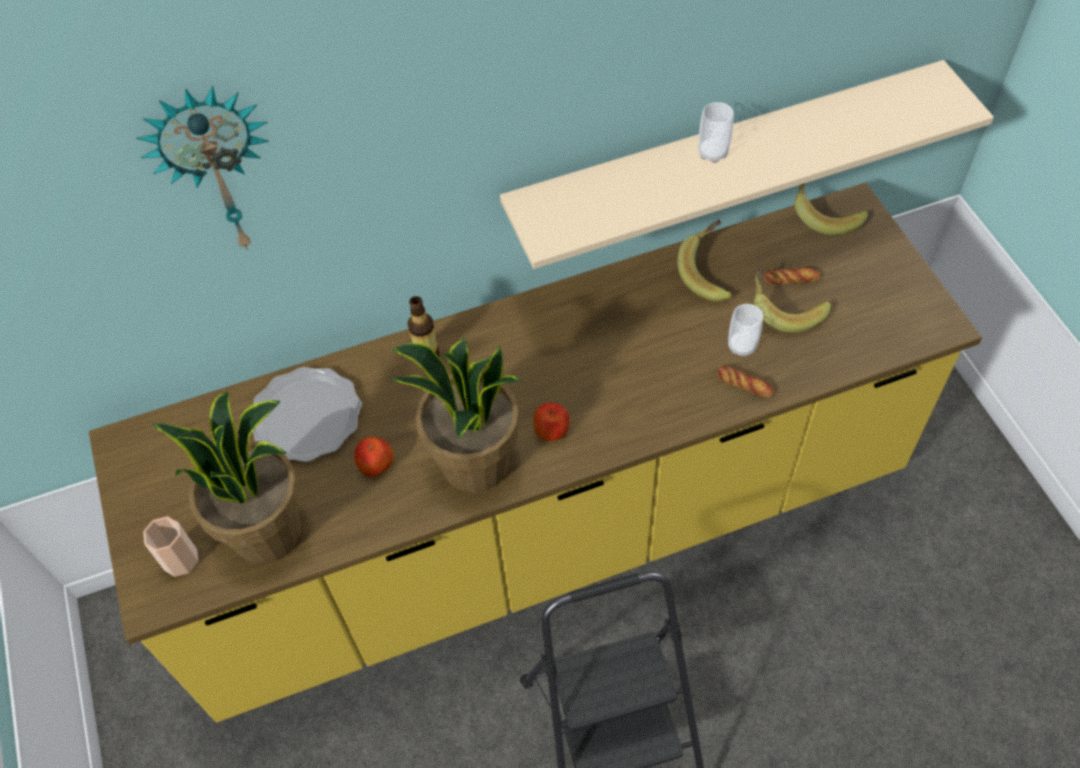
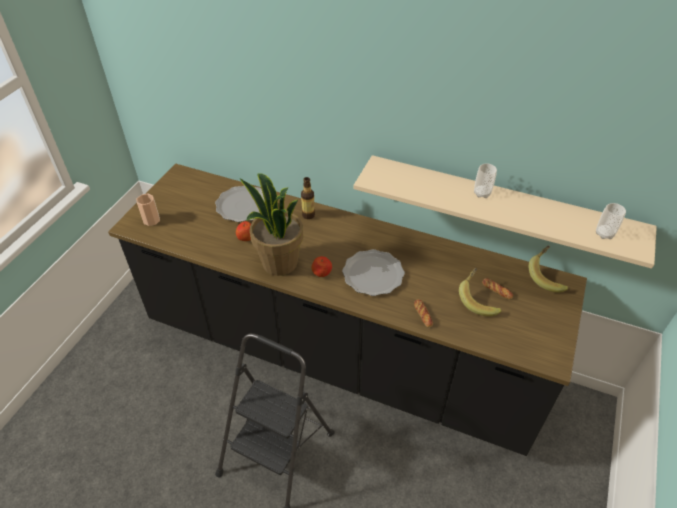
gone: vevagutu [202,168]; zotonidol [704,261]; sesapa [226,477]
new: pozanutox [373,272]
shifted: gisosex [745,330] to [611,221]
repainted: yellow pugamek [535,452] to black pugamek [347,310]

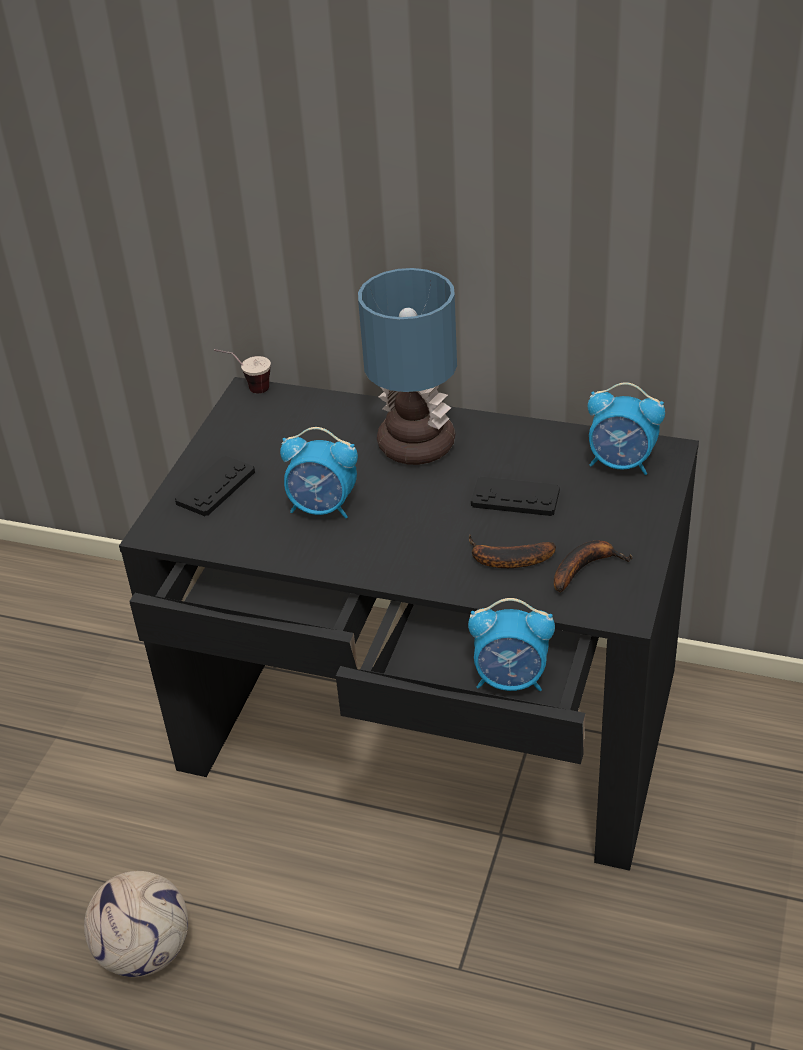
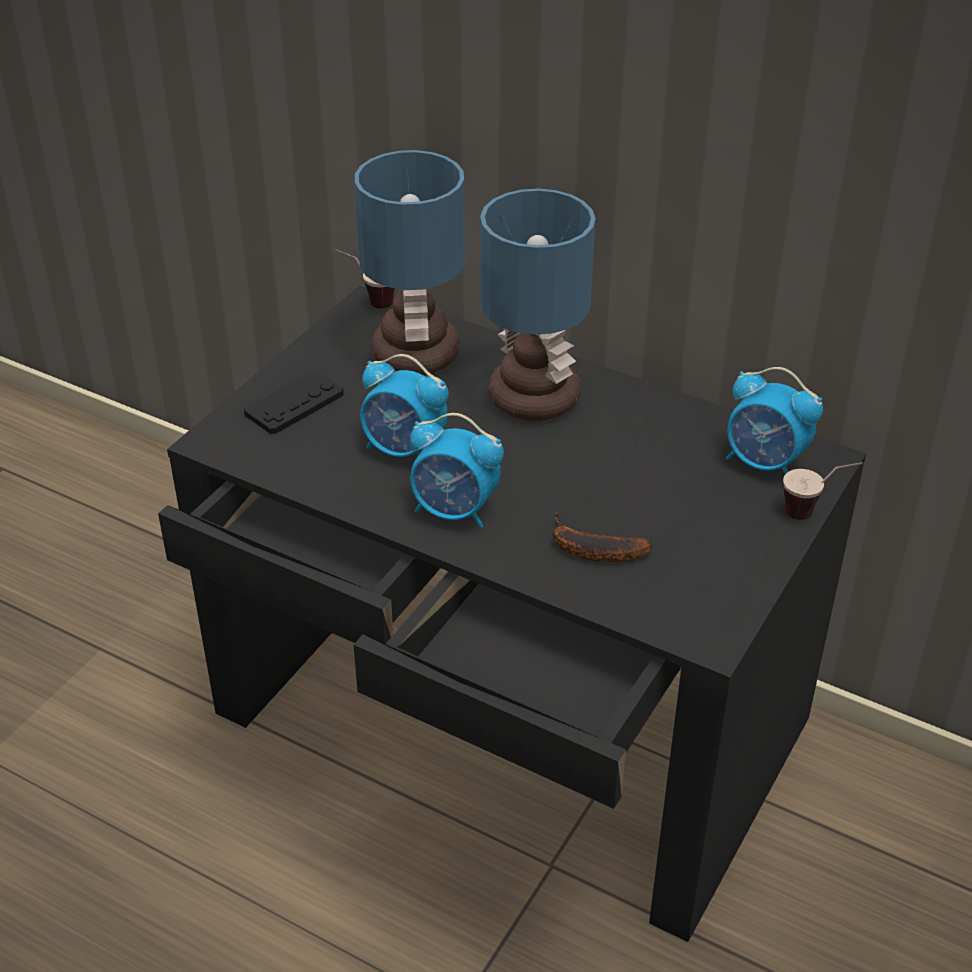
gone: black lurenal [515,496]; zotonidol [593,566]; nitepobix [136,924]
new: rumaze [410,262]; gisosex [823,491]
shifted: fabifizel [511,644] to [457,470]

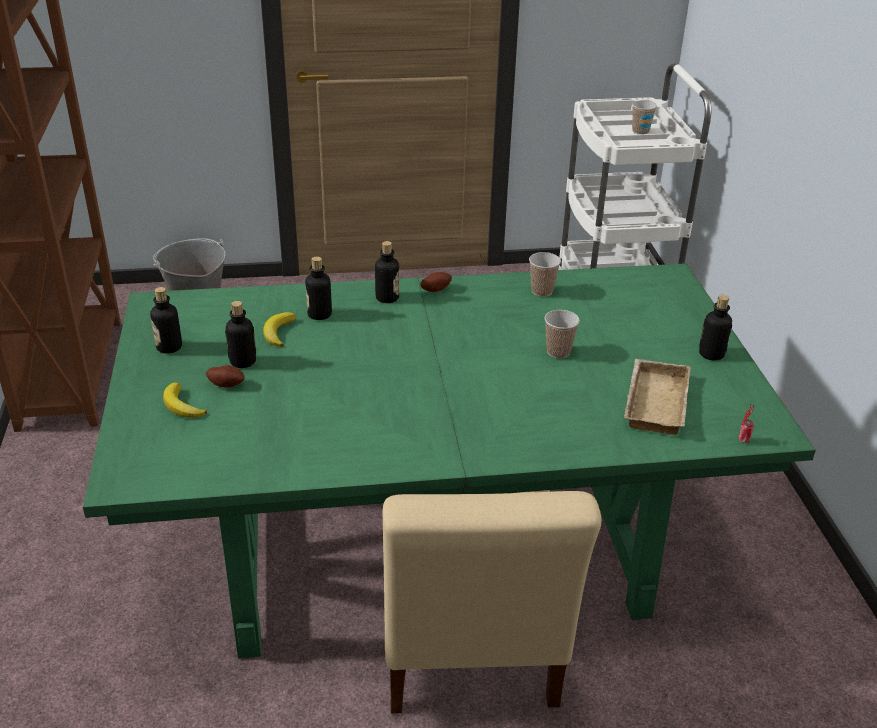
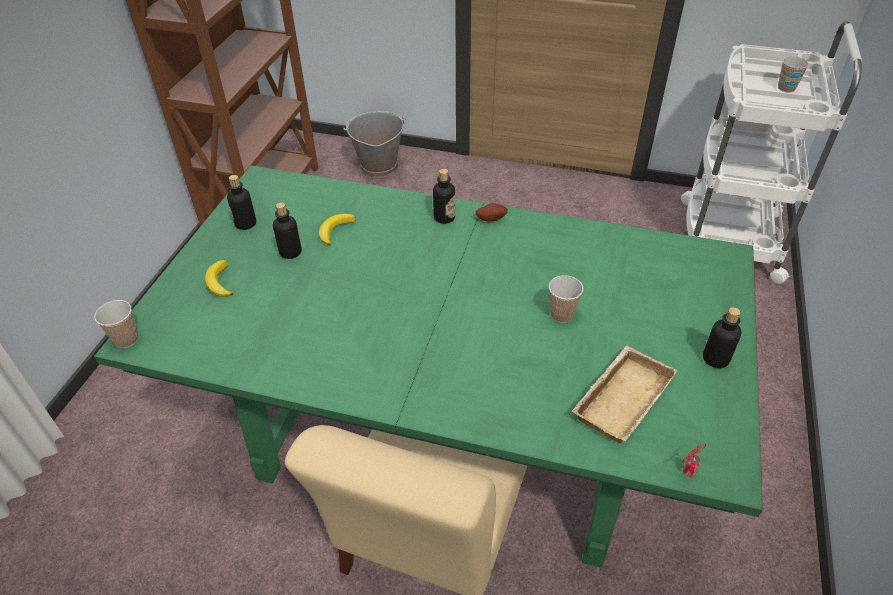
gone: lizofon [318,288]; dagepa [225,376]
shifted: gisosex [545,274] to [116,324]

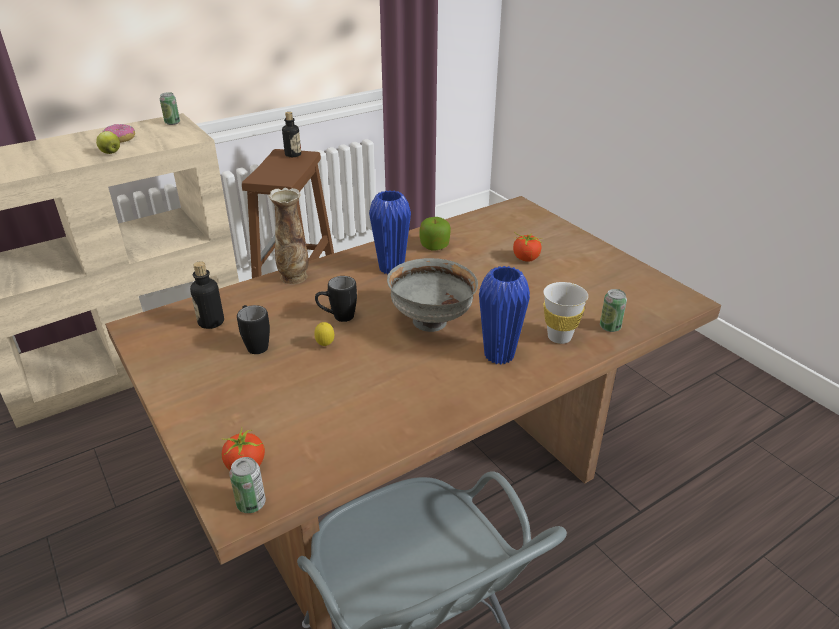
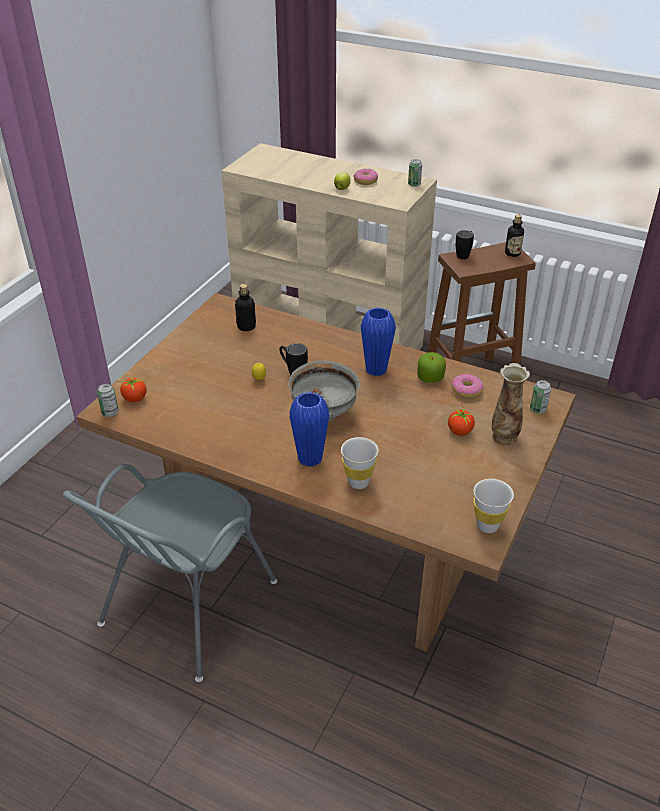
new: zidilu [468,386]; white gisosex [493,506]
shifted: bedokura [289,236] to [511,404]; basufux [613,310] to [540,397]; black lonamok [253,329] to [464,244]

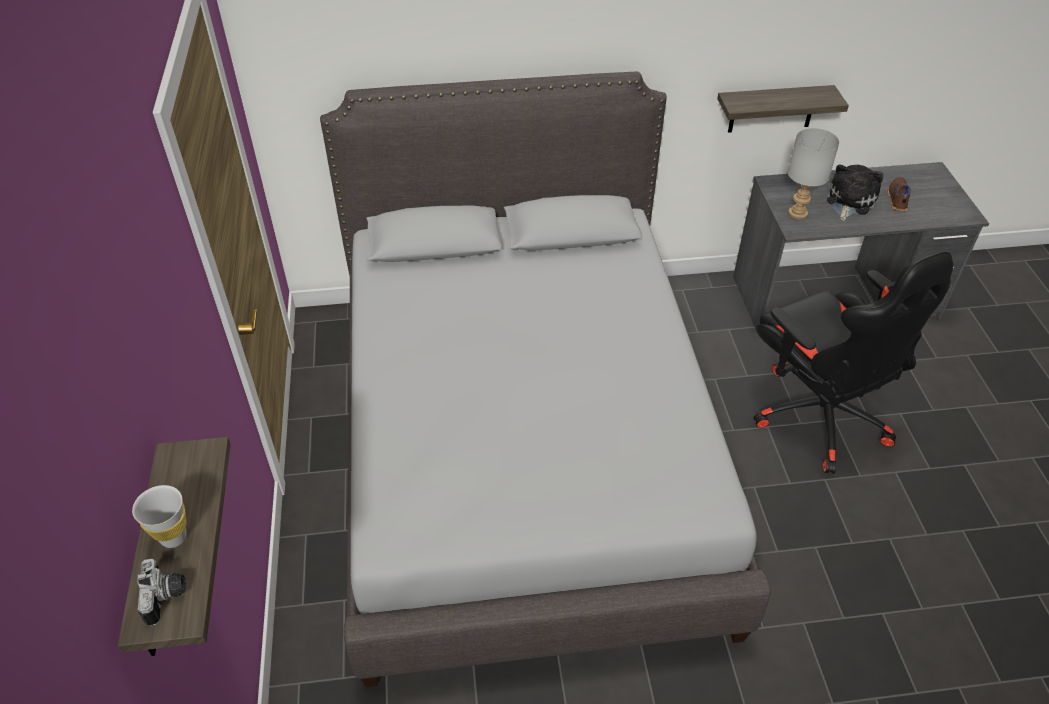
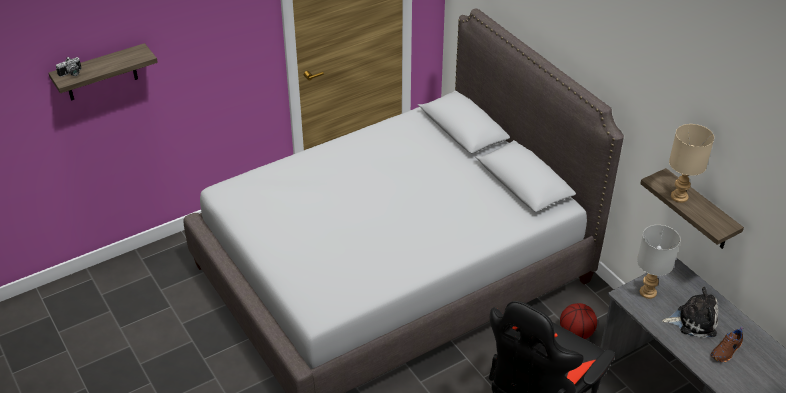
gone: white gisosex [159,516]
new: beige rumaze [691,163]; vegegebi [578,321]
rotated: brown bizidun [899,194] = [727,344] 150 degrees clockwise

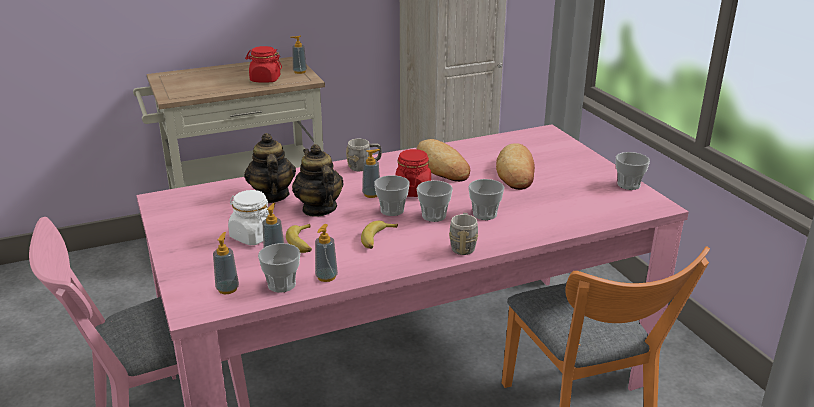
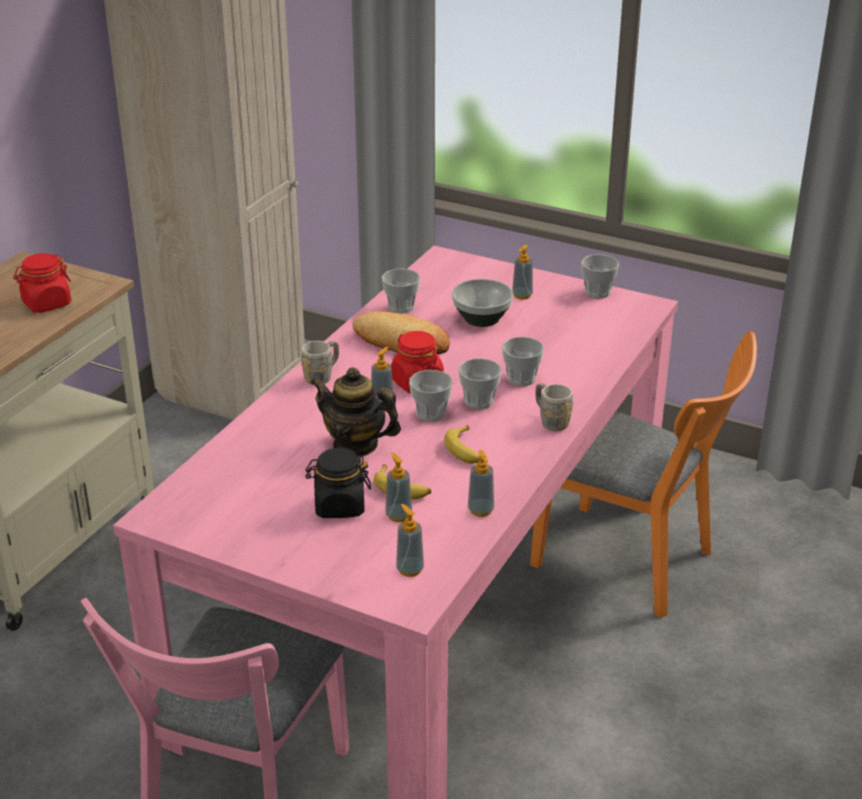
gone: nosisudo [270,168]
shifted: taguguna [298,55] to [522,272]; gisosex [279,268] to [401,291]
swapped: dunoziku [515,166] to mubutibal [482,303]
repainted: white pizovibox [249,217] to black pizovibox [338,483]

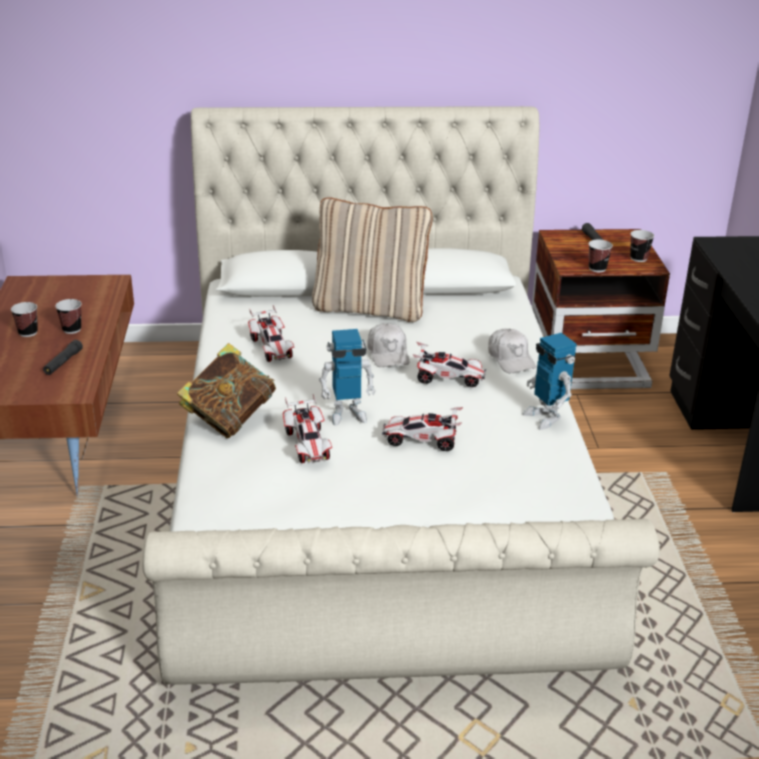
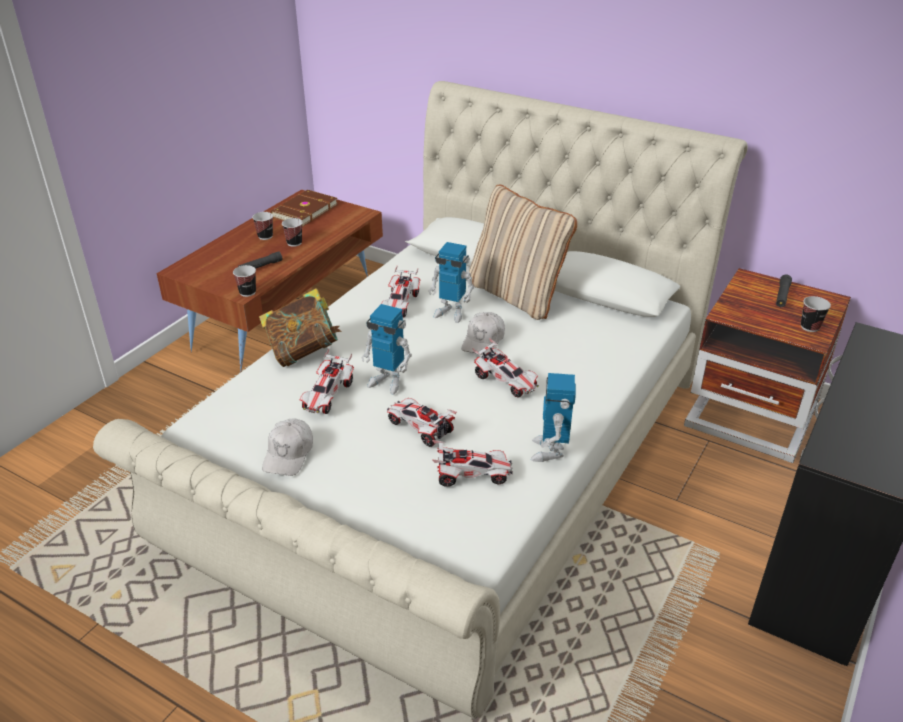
new: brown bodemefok [304,208]; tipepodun [451,282]; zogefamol [472,463]
shifted: gisosex [600,256] to [244,281]; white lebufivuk [512,351] to [287,447]

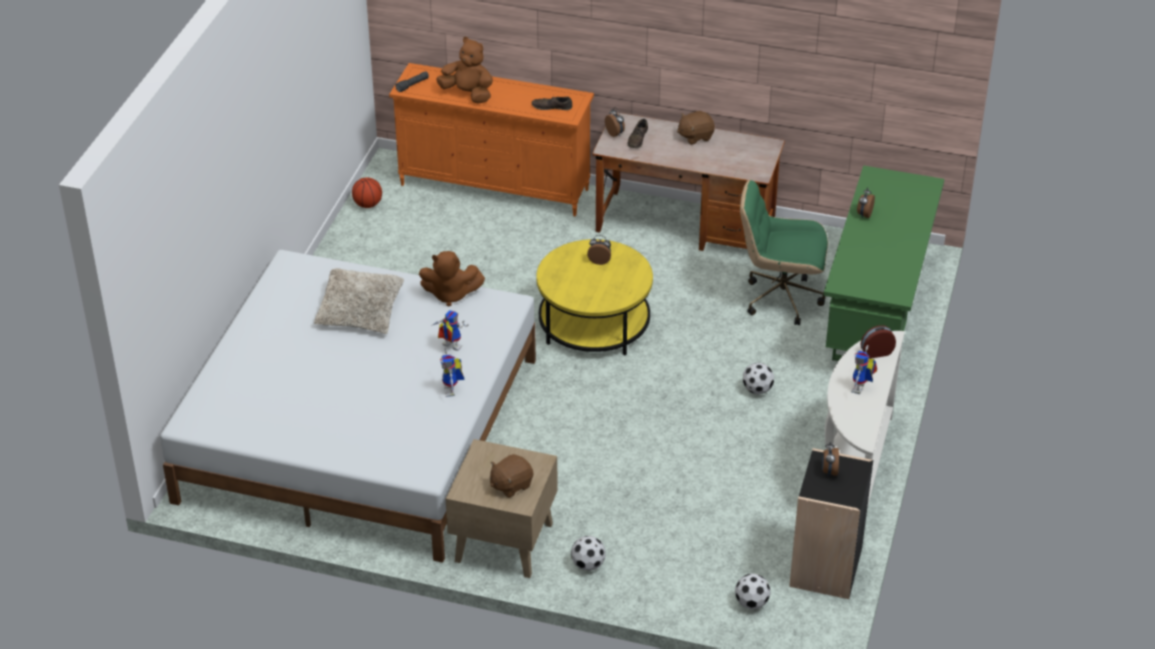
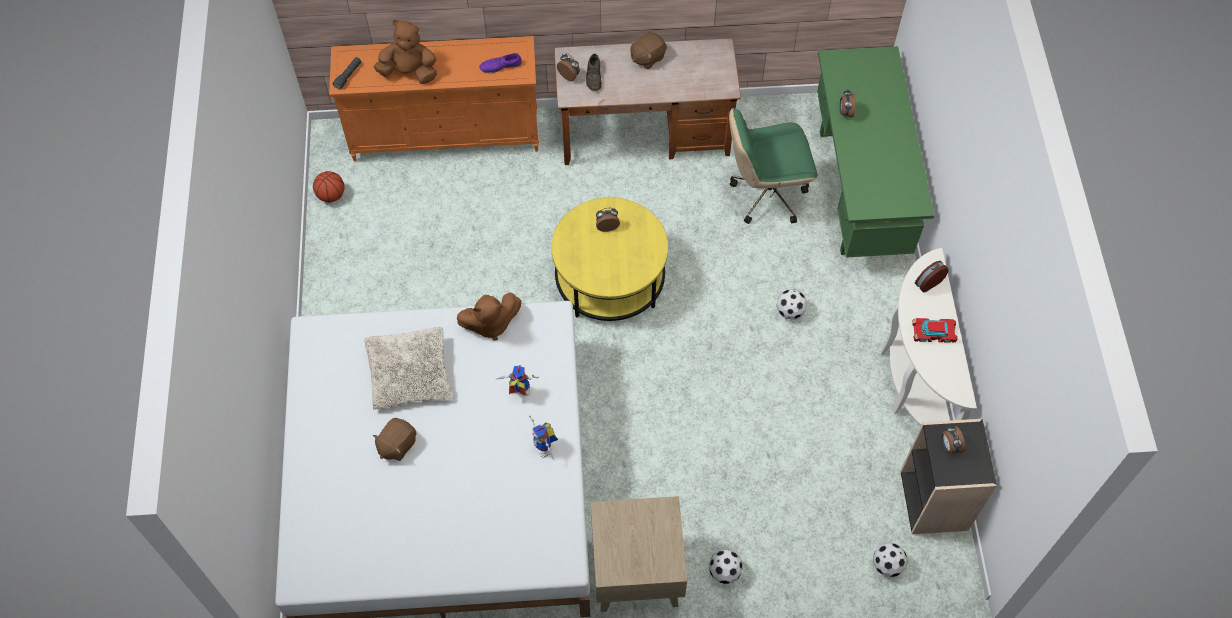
shifted: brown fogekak [511,476] to [394,439]
swapped: tipepodun [864,369] to zogefamol [935,330]
repainted: brown bizidun [552,103] to purple bizidun [500,63]

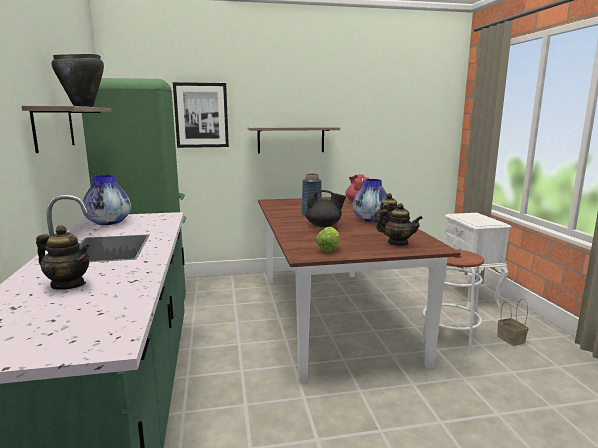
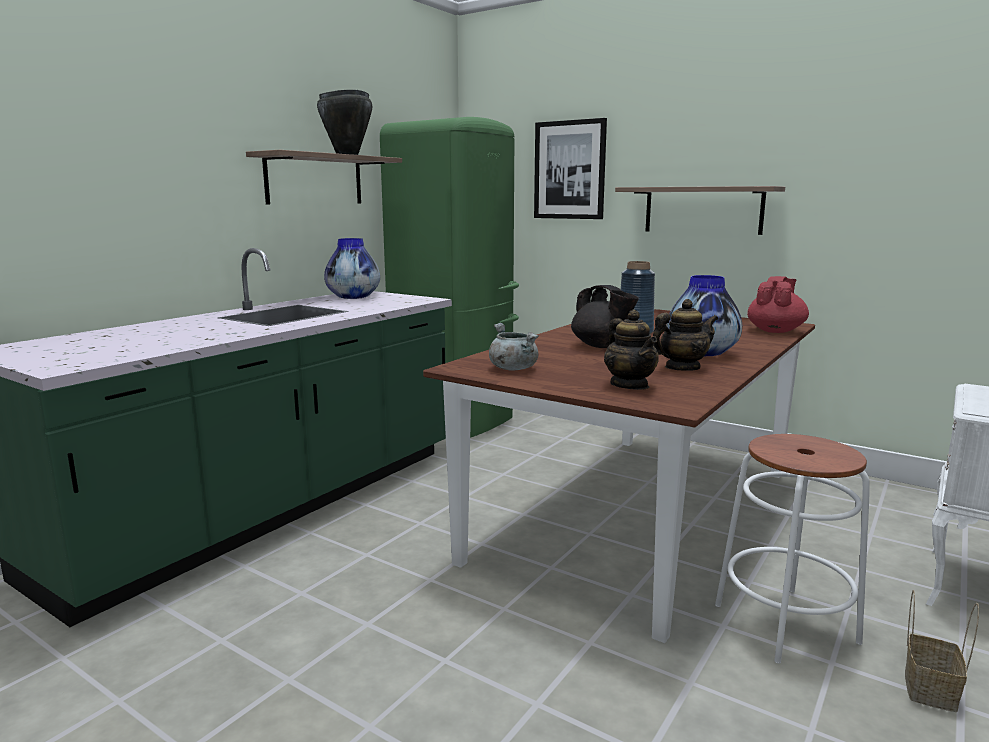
gone: nosisudo [63,257]
swapped: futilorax [328,239] to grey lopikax [514,346]

